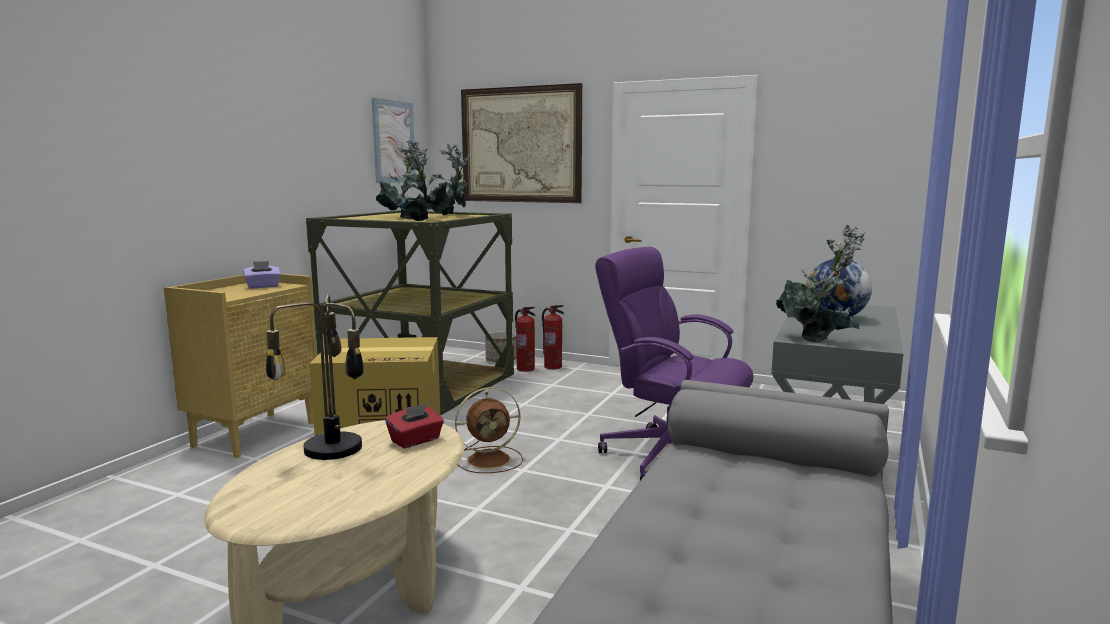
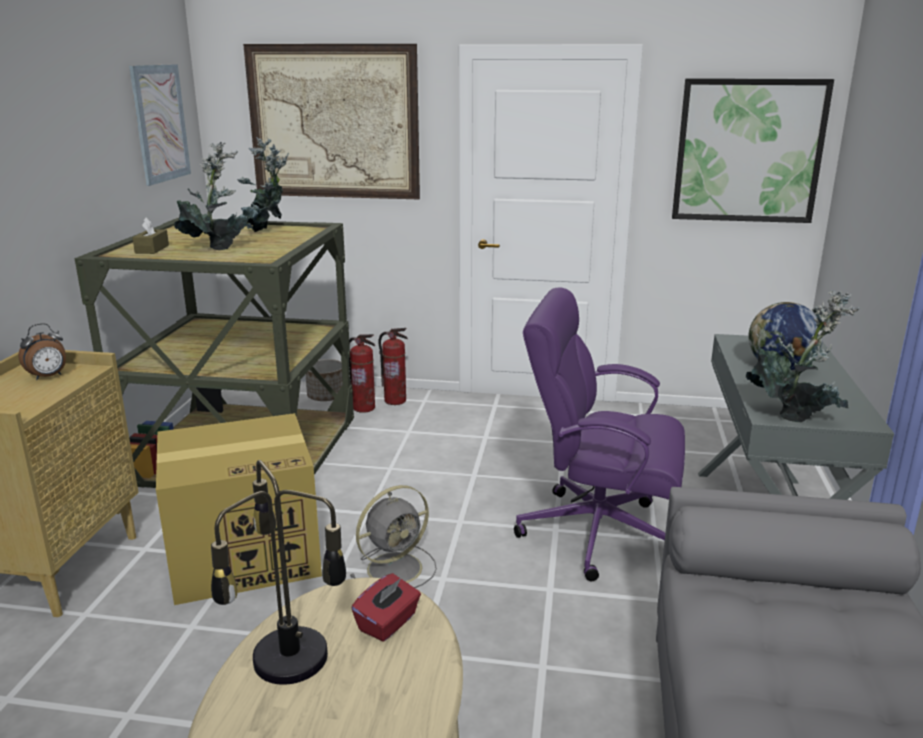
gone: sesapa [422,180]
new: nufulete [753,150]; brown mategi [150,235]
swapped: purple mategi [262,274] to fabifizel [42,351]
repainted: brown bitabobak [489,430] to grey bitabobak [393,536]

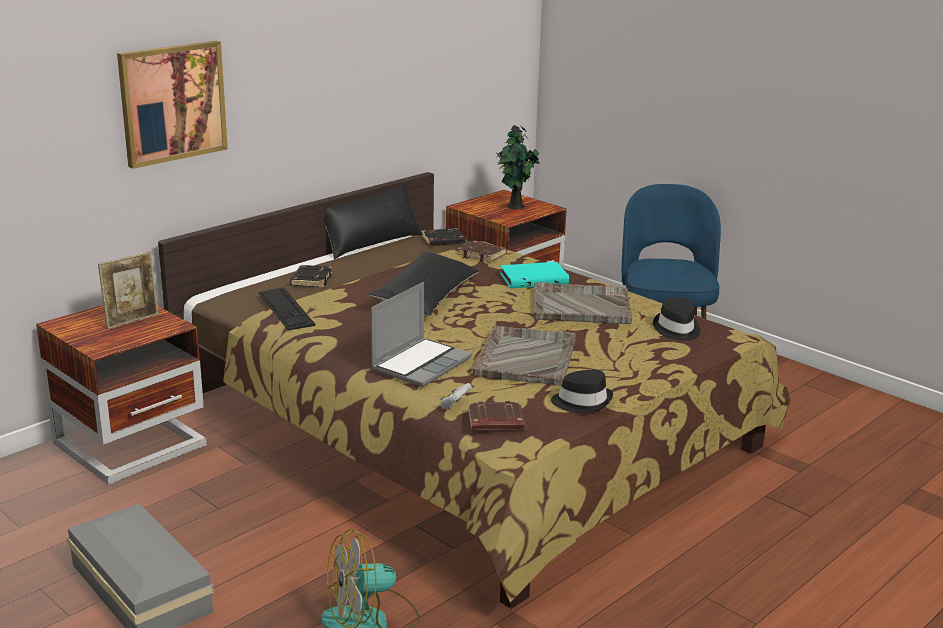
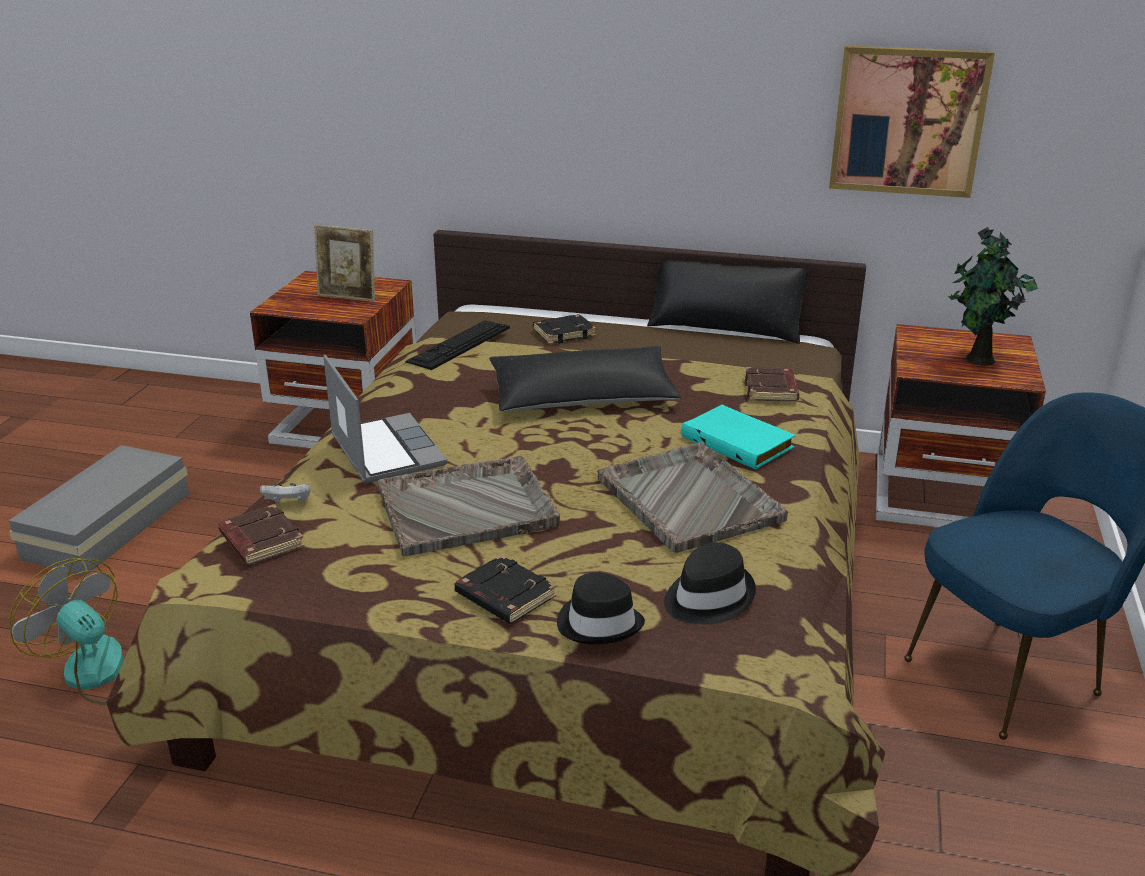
shifted: nufulete [172,105] to [912,121]; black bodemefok [443,237] to [505,589]; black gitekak [582,391] to [601,608]
rotated: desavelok [421,334] = [385,419] 120 degrees counterclockwise

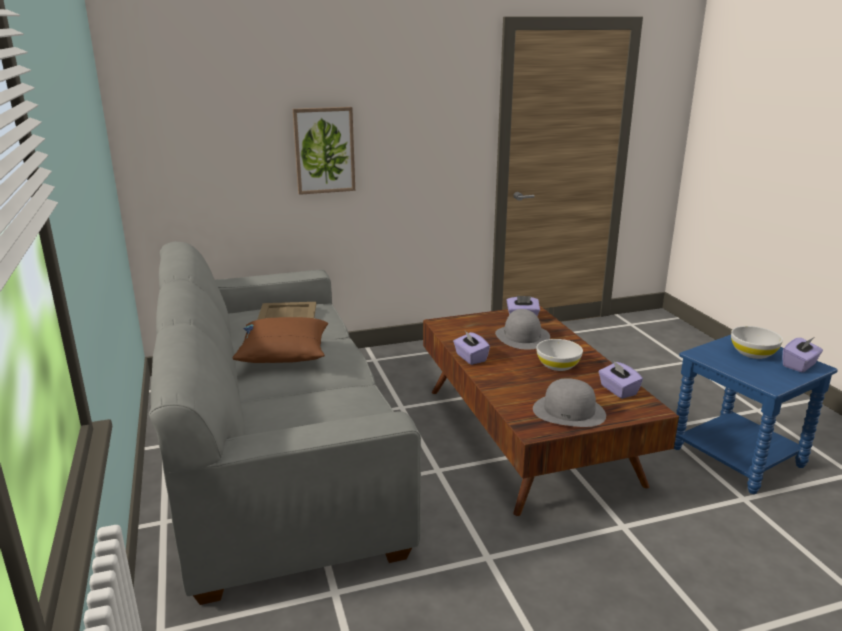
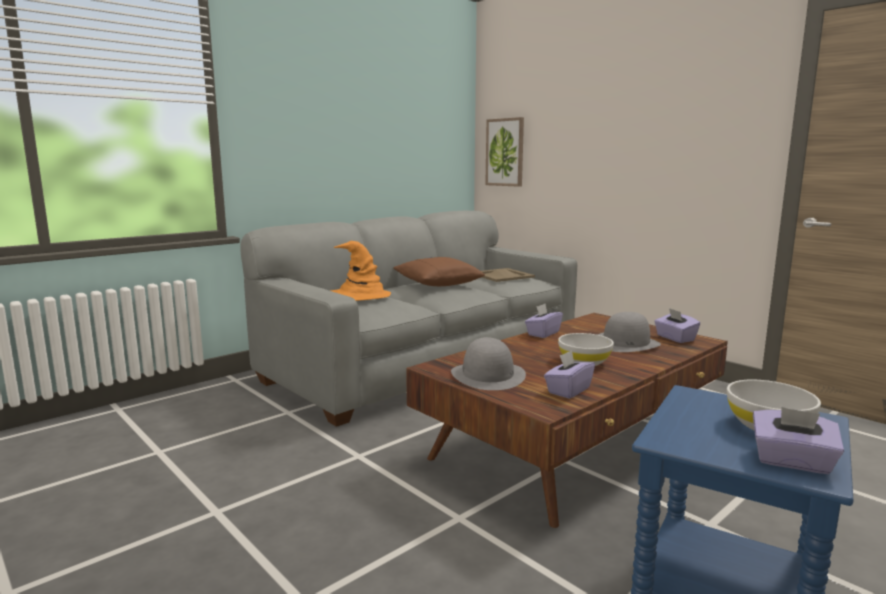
new: orange gitekak [361,271]
shifted: nufulete [324,151] to [504,152]

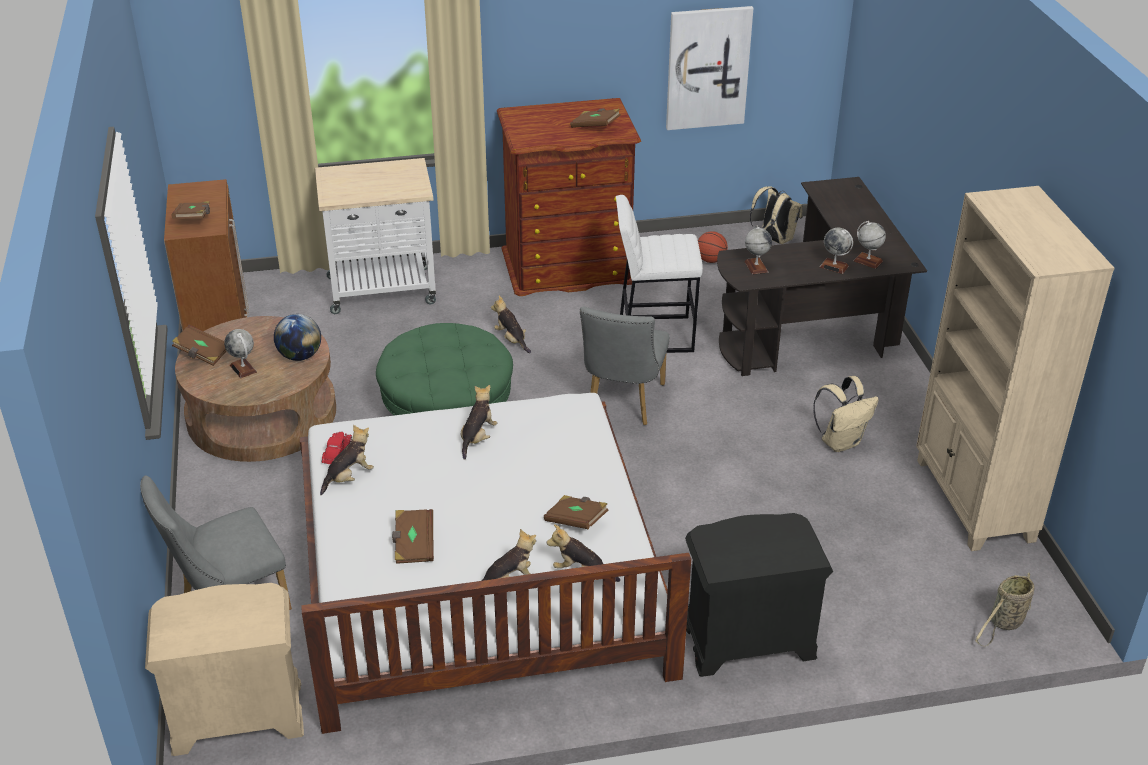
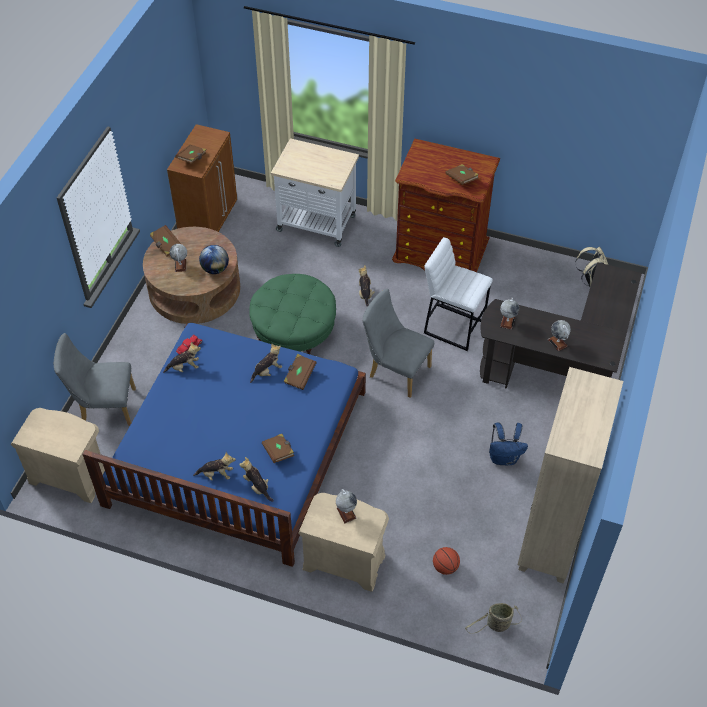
gone: nufulete [709,68]
shifted: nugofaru [869,245] to [346,506]; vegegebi [713,247] to [446,561]; brown bodemefok [413,536] to [300,372]
repainted: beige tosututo [846,414] to blue tosututo [508,444]; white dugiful [495,563] to blue dugiful [224,445]; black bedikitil [759,595] to beige bedikitil [343,542]
rotated: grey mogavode [625,365] = [398,343] 75 degrees clockwise

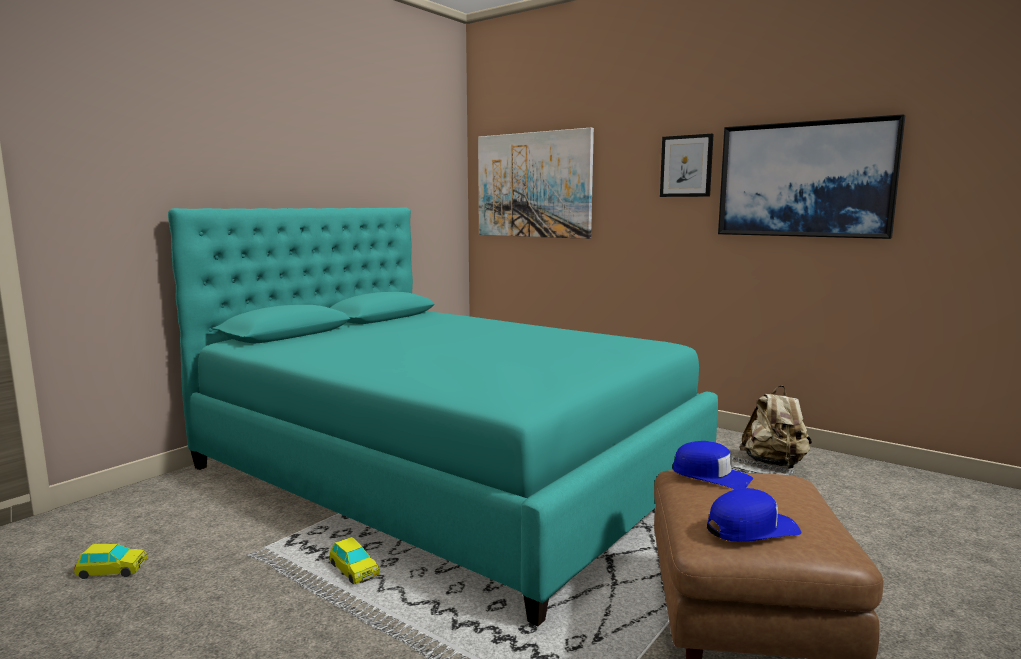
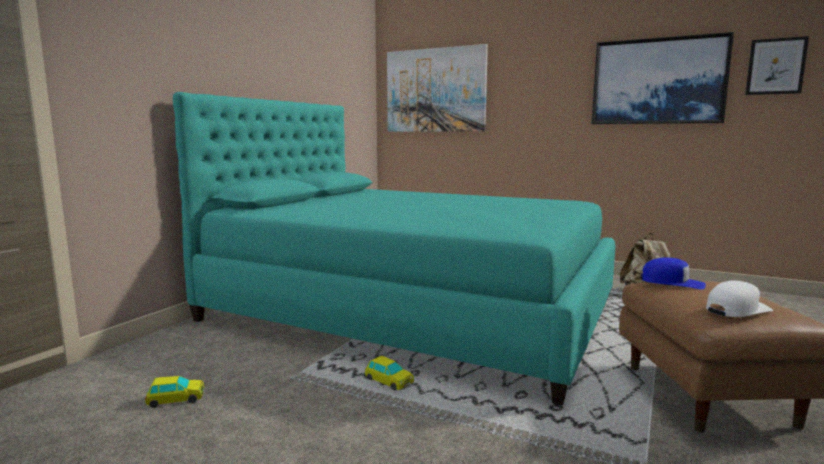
shifted: nufulete [687,165] to [777,65]
repainted: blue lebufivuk [754,515] to white lebufivuk [739,298]

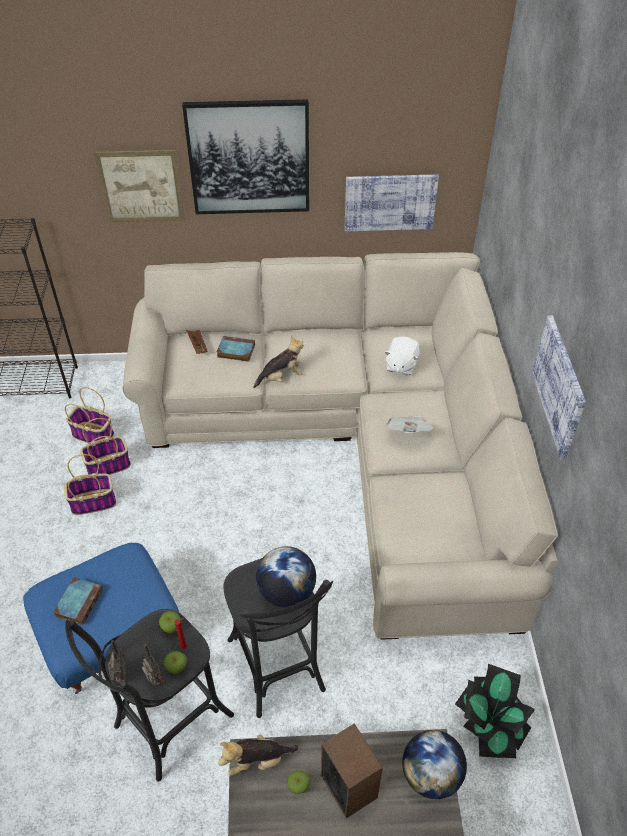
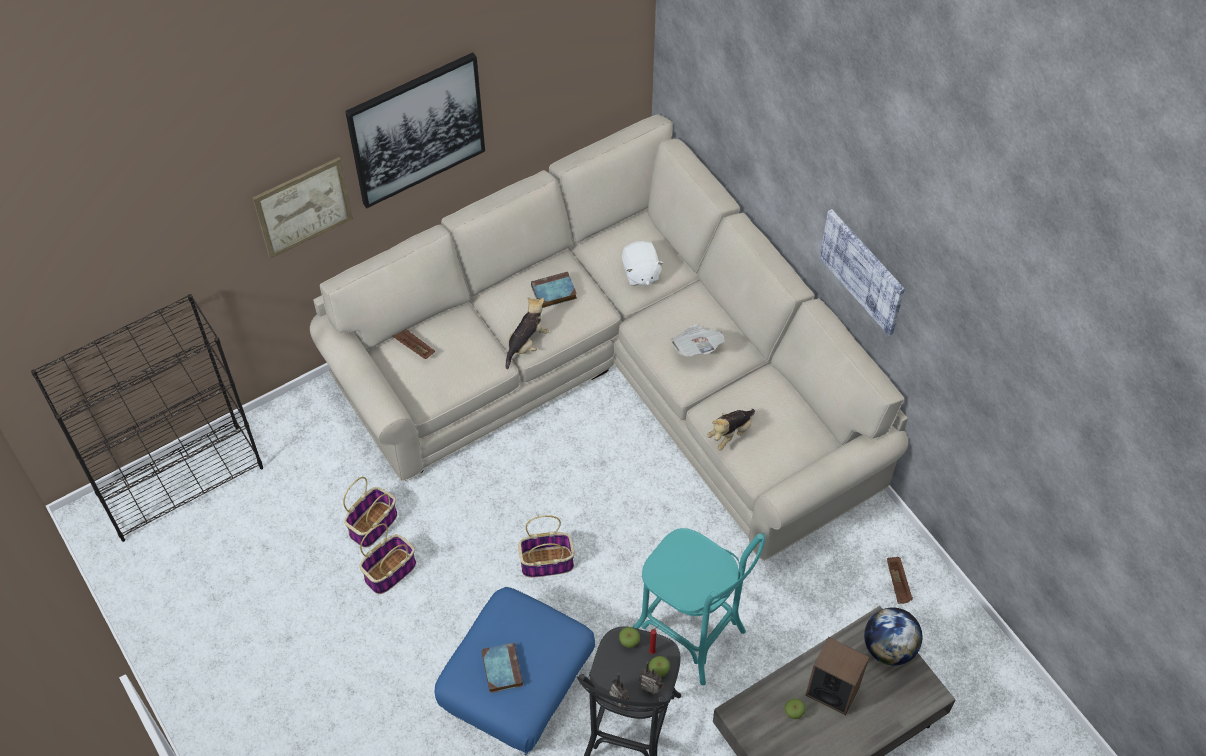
gone: nufulete [392,202]; nugofaru [286,577]
shifted: bodemefok [236,349] to [554,290]; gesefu [89,415] to [546,546]; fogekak [258,755] to [731,429]
swapped: sesapa [495,711] to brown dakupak [900,580]
repainted: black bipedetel [278,638] to turquoise bipedetel [699,606]

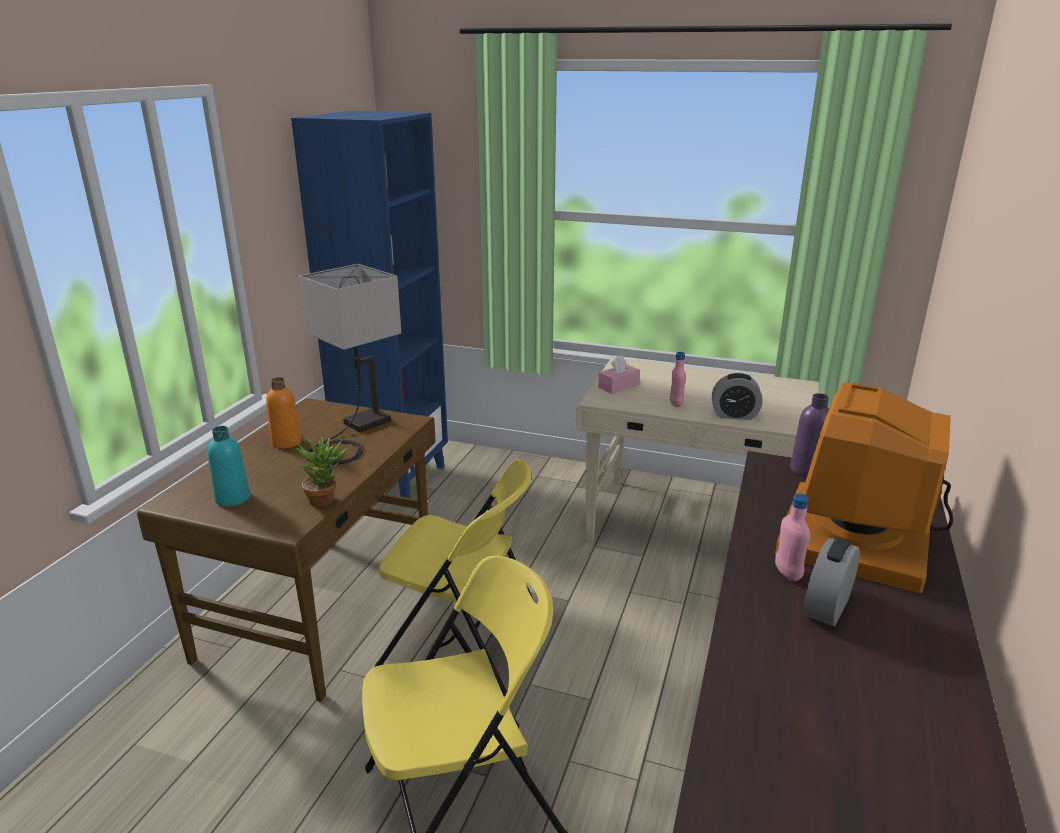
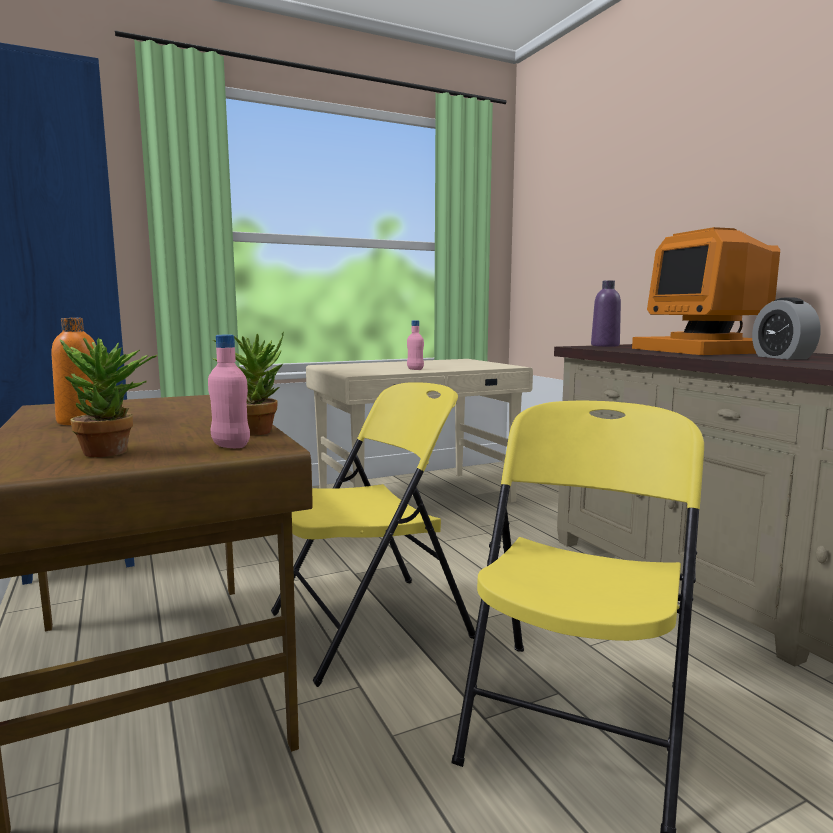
gone: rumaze [350,364]; pink mategi [619,374]; fabifizel [737,396]
shifted: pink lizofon [792,537] to [229,391]
swapped: turquoise lizofon [229,466] to sesapa [108,397]

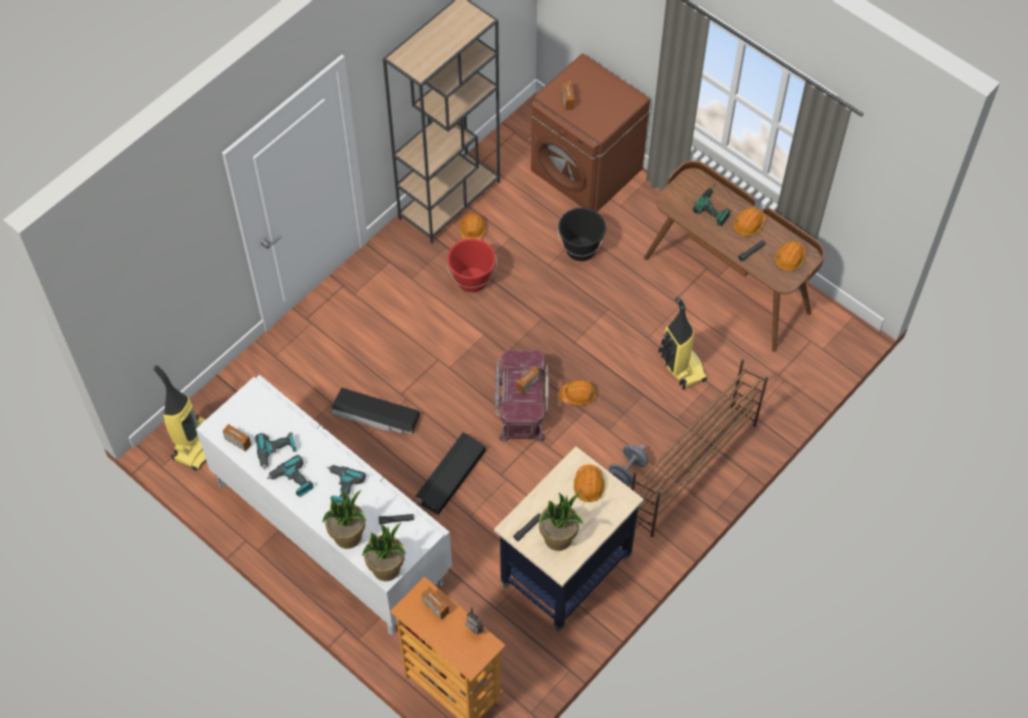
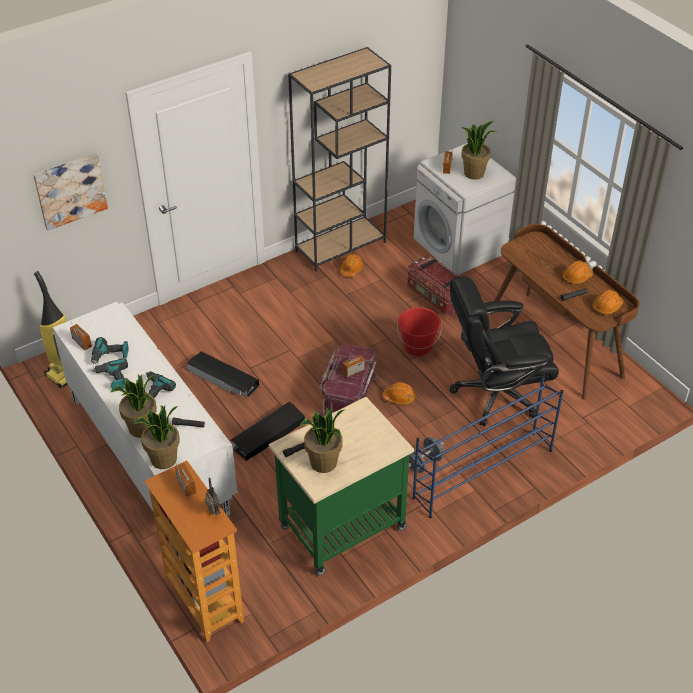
gone: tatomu [711,205]; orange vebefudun [589,483]
new: sesapa [478,150]; nufulete [70,192]
shifted: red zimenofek [472,266] to [419,331]
swapped: black zimenofek [582,234] to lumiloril [433,285]; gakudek [682,343] to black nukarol [504,351]
repainted: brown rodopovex [590,132] to white rodopovex [464,209]; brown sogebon [699,448] to blue sogebon [487,445]; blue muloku [569,539] to green muloku [341,486]

